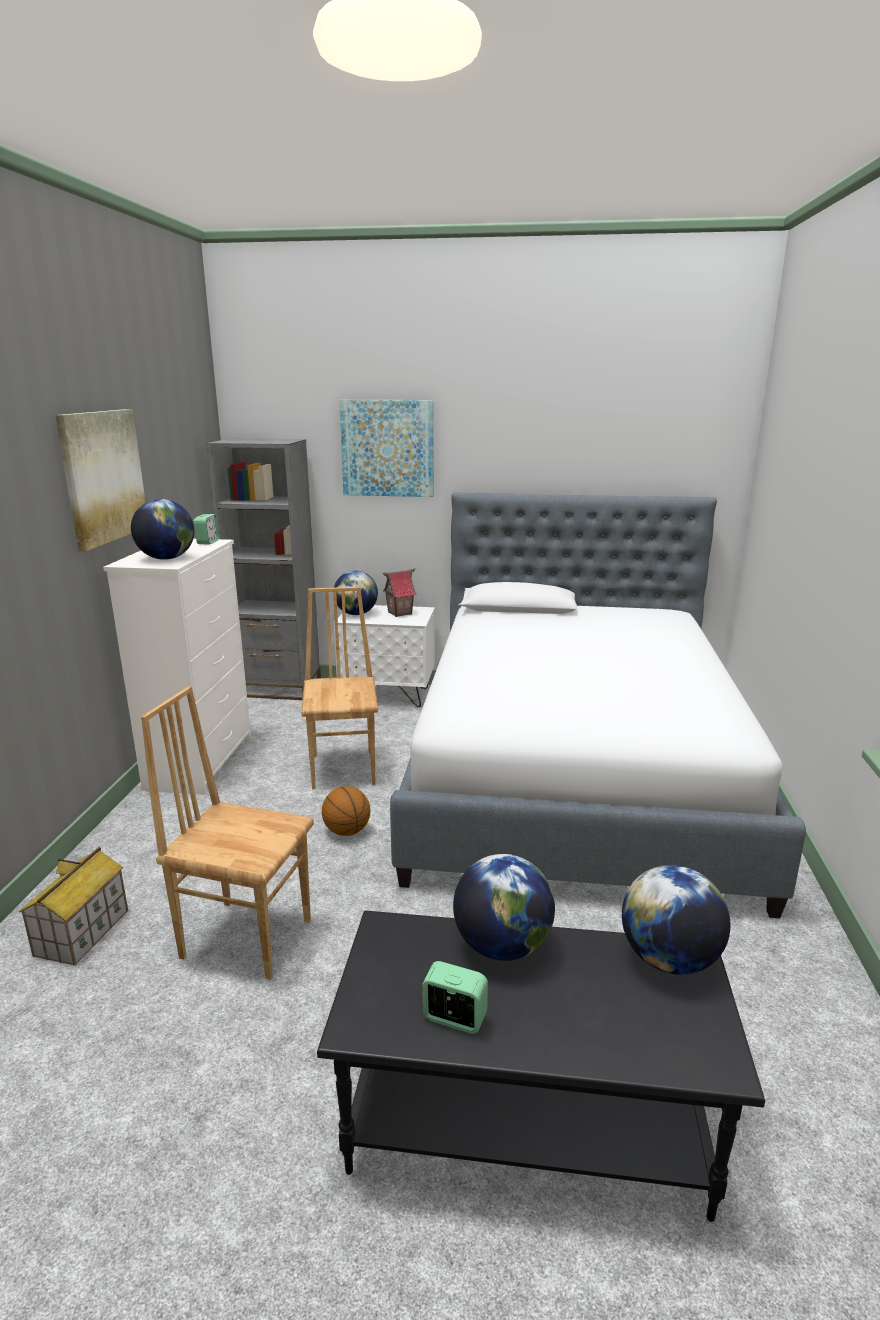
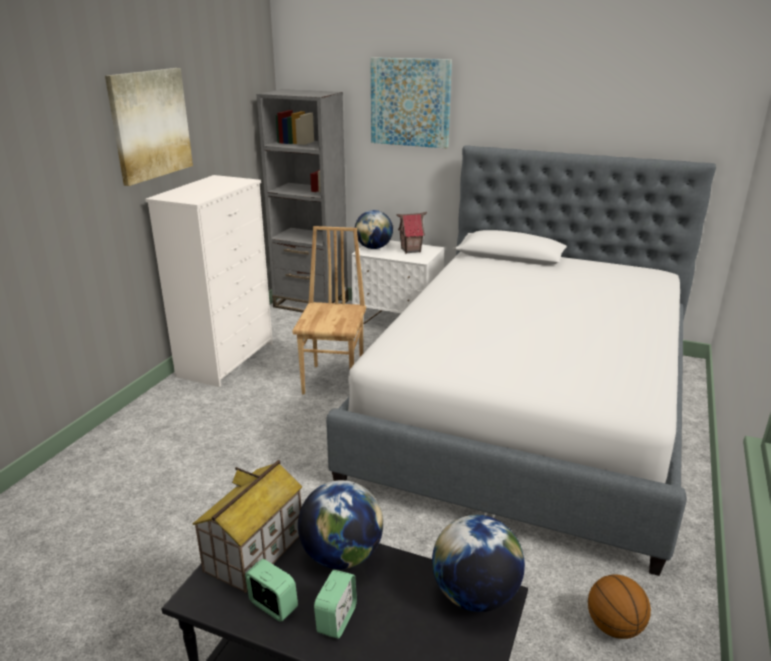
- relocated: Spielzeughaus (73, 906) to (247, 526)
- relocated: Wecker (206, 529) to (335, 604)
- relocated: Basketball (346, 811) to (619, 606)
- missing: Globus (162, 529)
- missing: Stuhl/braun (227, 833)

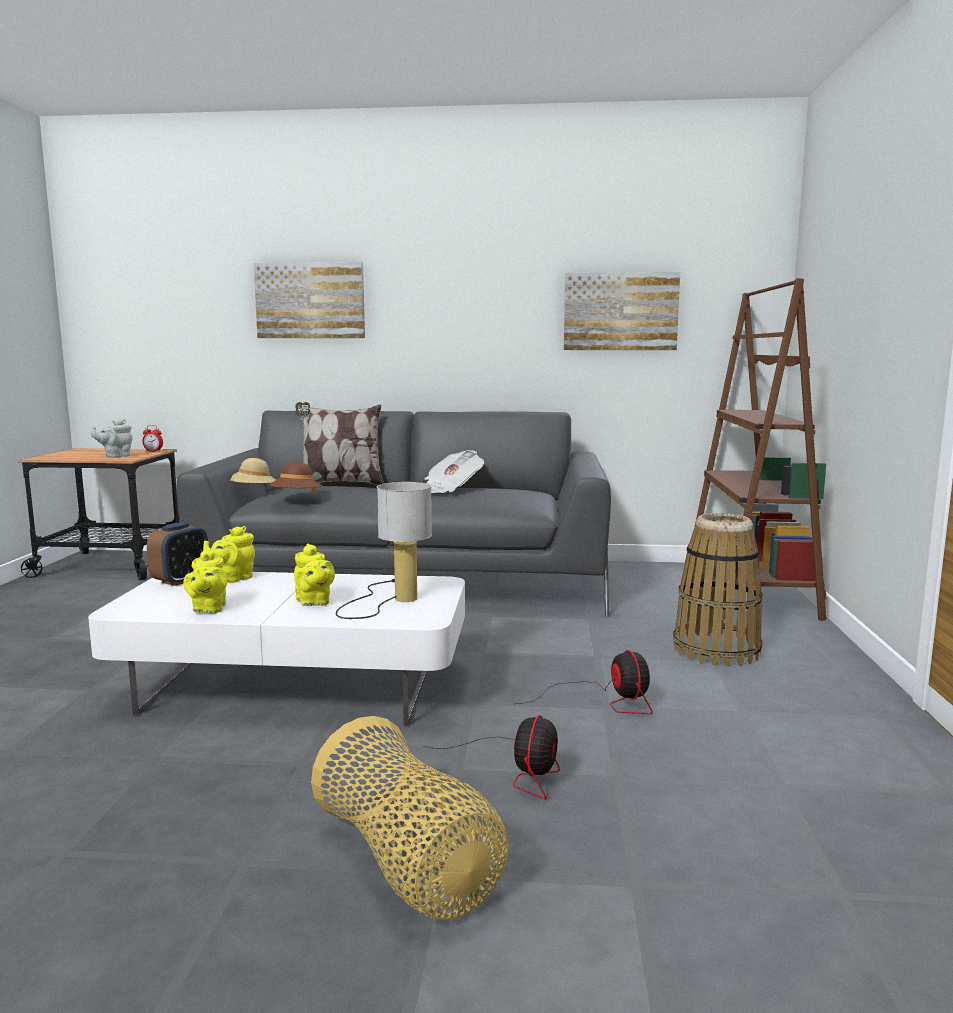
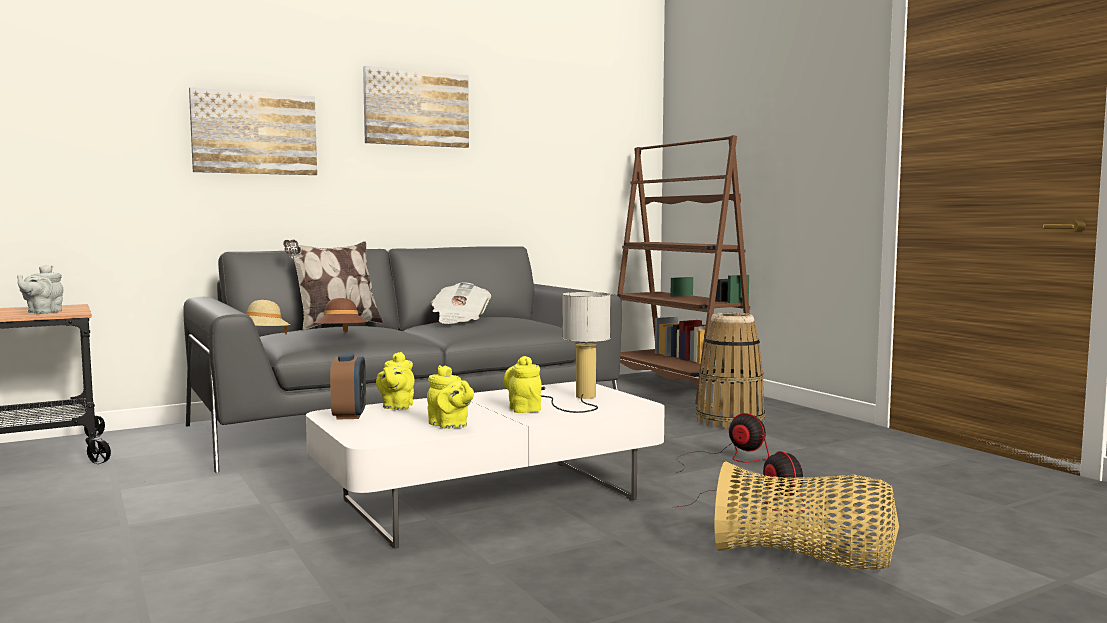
- relocated: Bild (622, 311) to (416, 107)
- spun: Teekanne/gelb (314, 574) = (522, 384) 135 degrees counterclockwise
- missing: Wecker (152, 438)

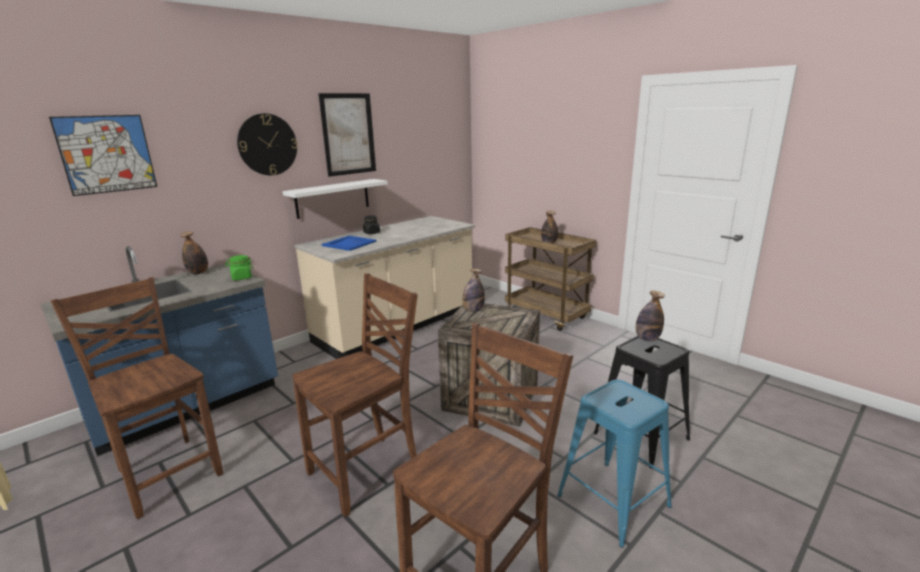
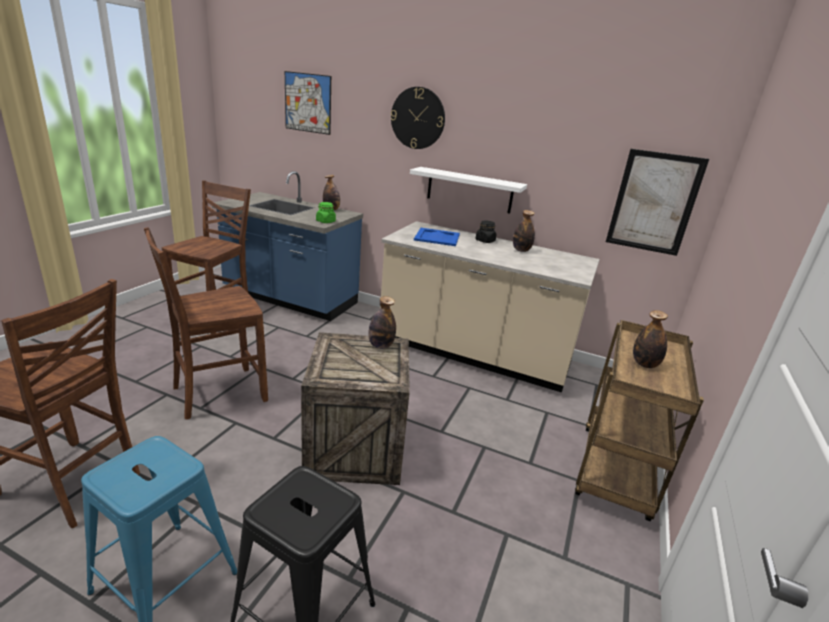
- spun: Stuhl/braun (355, 395) = (206, 323) 120 degrees clockwise
- relocated: Flasche (650, 316) to (524, 231)
- relocated: Bild (347, 135) to (657, 202)

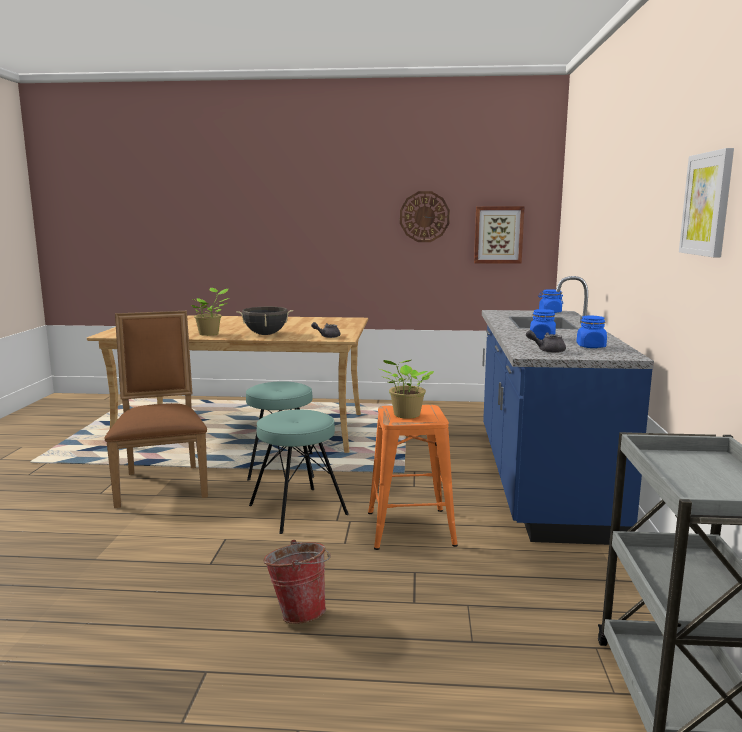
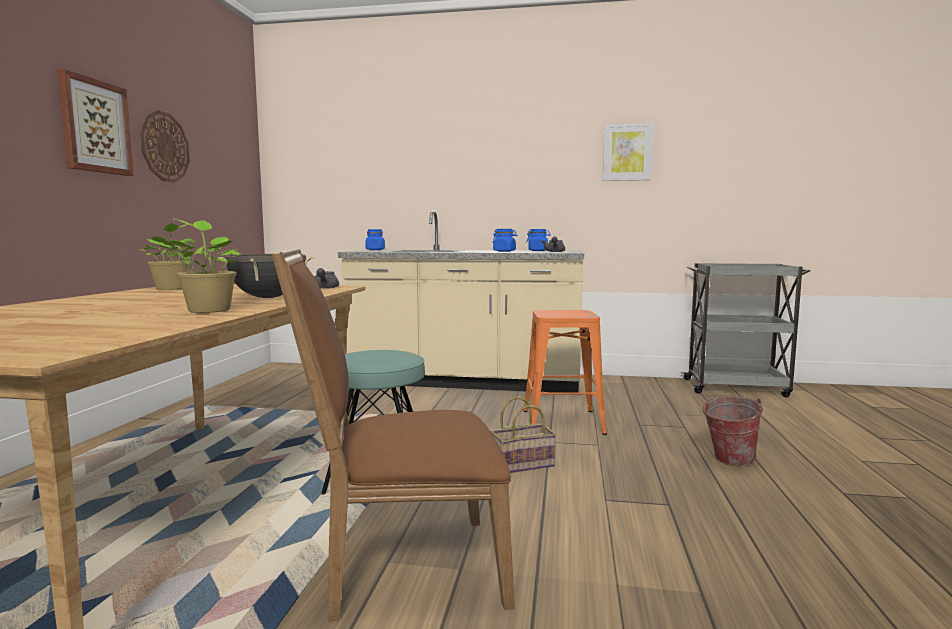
- relocated: Bild (499, 235) to (95, 122)
- relocated: Topfpflanze (407, 389) to (168, 256)
- colour: Küchenzeile/blau (568, 410) to Küchenzeile/beige (461, 301)
- exchanged: Hocker/türkis (299, 472) to Korb (523, 435)

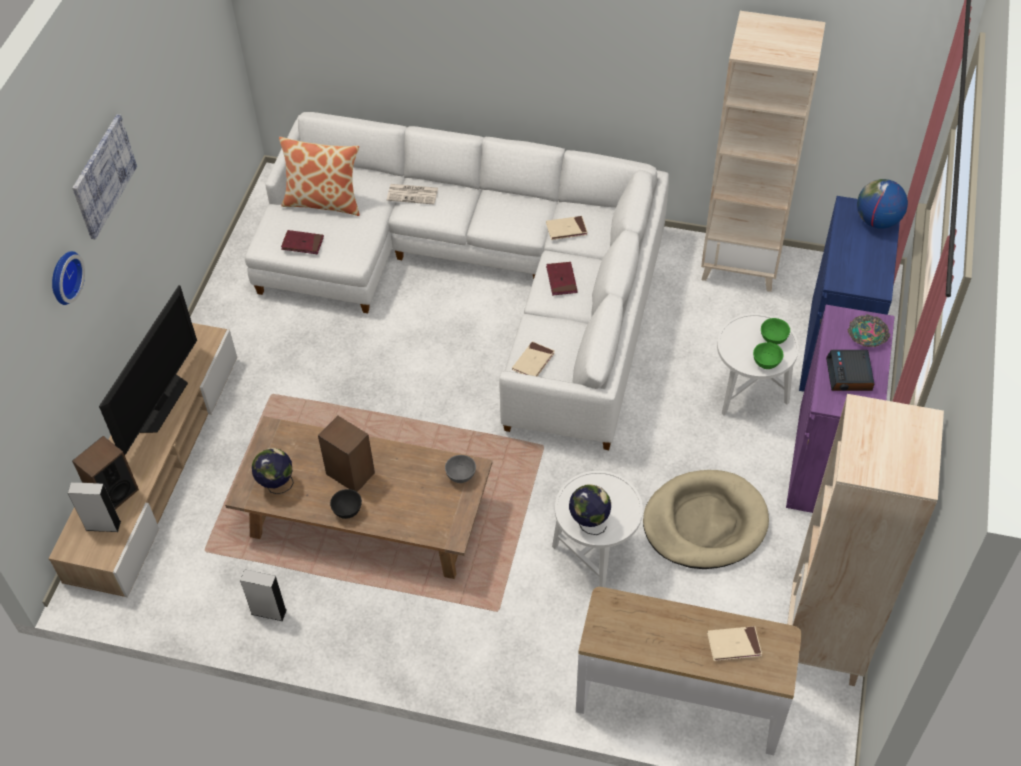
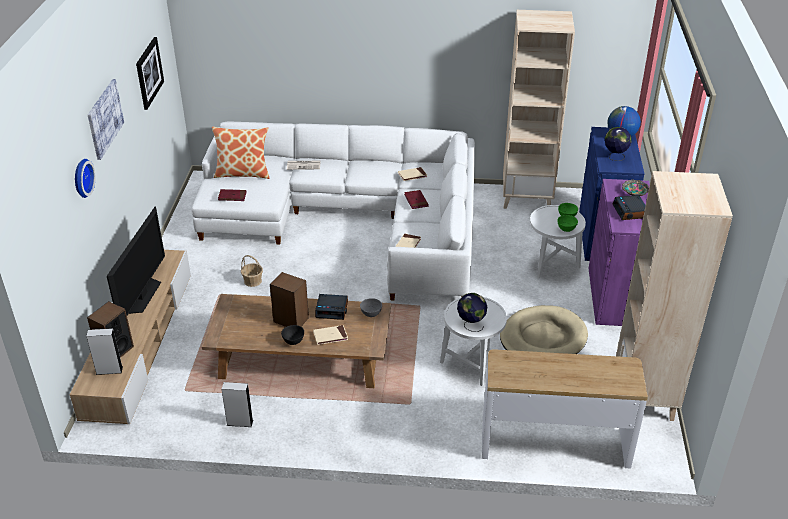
- appeared: Bild (150, 73)
- appeared: Korb (252, 271)
- relocated: Buch/beige (734, 643) to (330, 335)
- appeared: Wecker (331, 307)
- relocated: Globus (273, 471) to (618, 144)

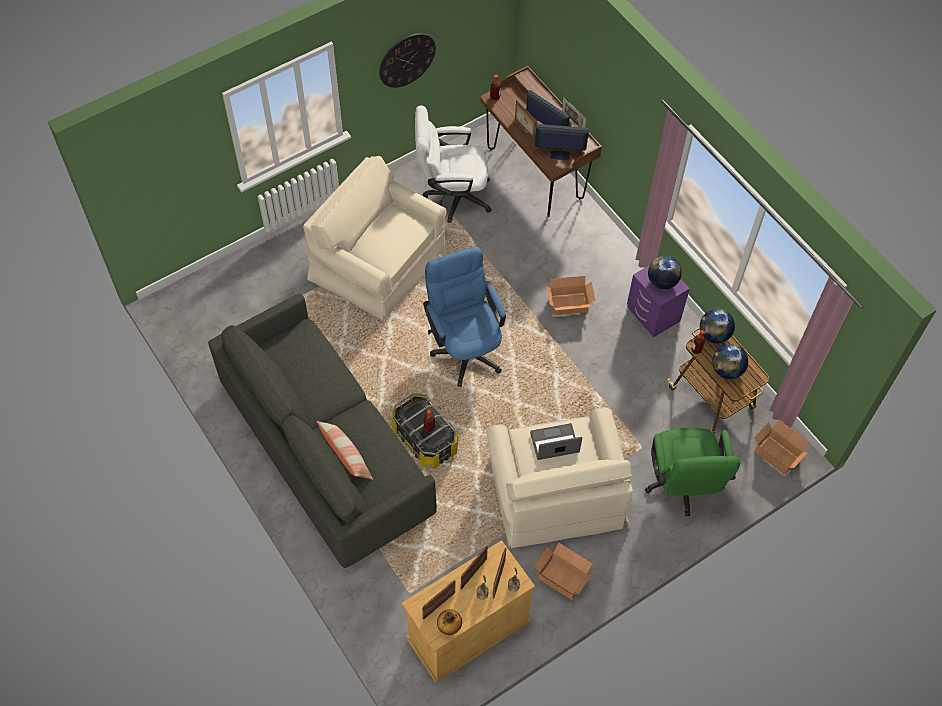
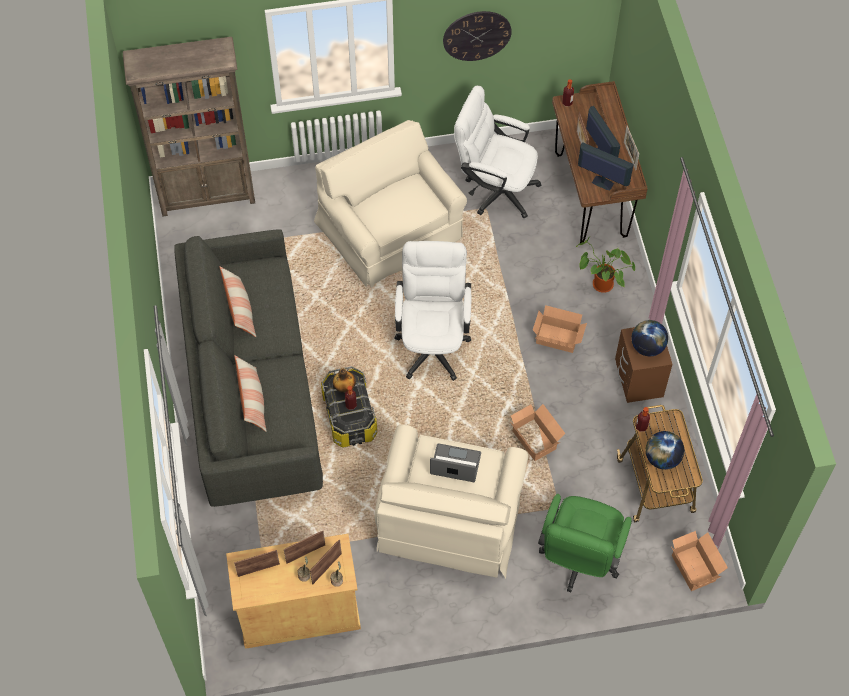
- appeared: Bücherregal/braun (189, 127)
- appeared: Kissen (238, 301)
- relocated: Flasche (449, 622) to (344, 380)
- colour: Bürostuhl/blau (464, 316) to Bürostuhl/weiß (432, 311)
- relocated: Karton (563, 571) to (538, 432)
- appeared: Topfpflanze (605, 265)
- colour: Nachttisch/lila (658, 301) to Nachttisch/braun (644, 365)
- missing: Globus (717, 326)

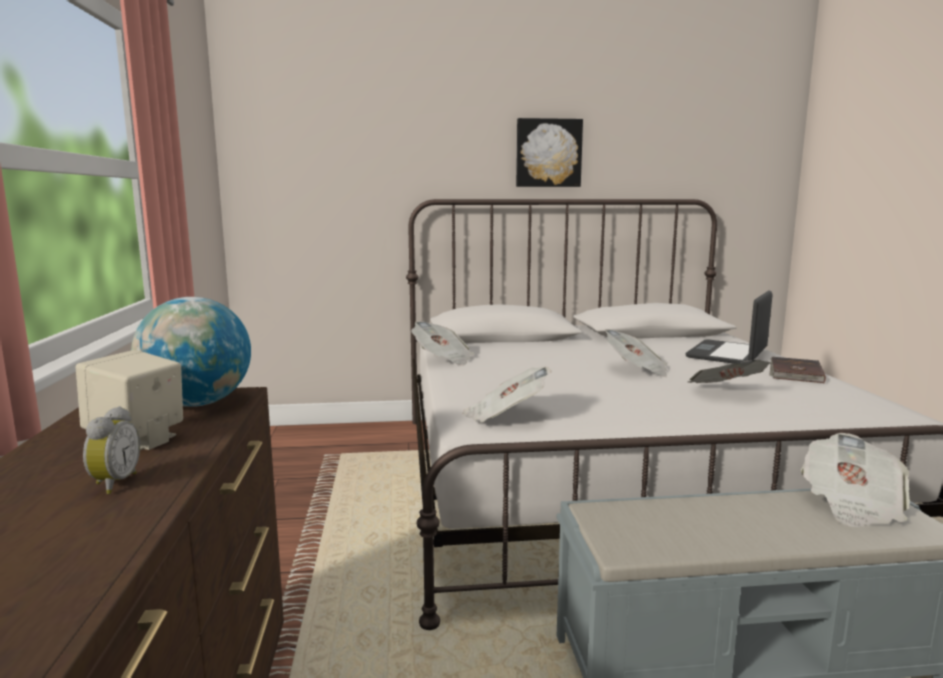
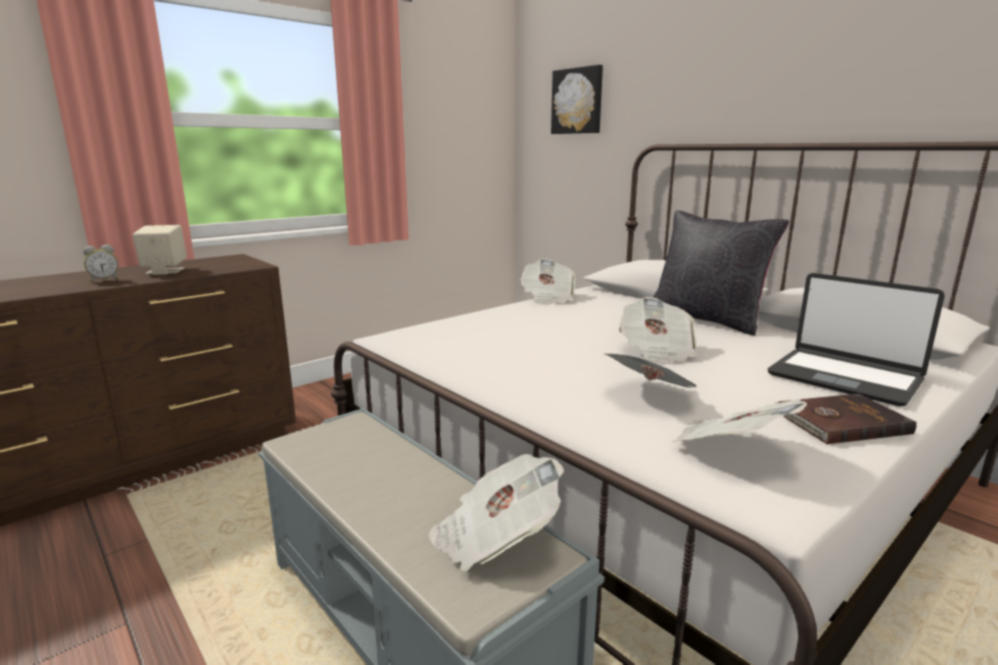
- relocated: Bild (549, 152) to (577, 99)
- appeared: Kissen/schwarz (721, 272)
- relocated: Zeitung (507, 395) to (739, 420)
- spun: Laptop (729, 326) = (856, 340) 135 degrees counterclockwise
- missing: Globus (191, 352)

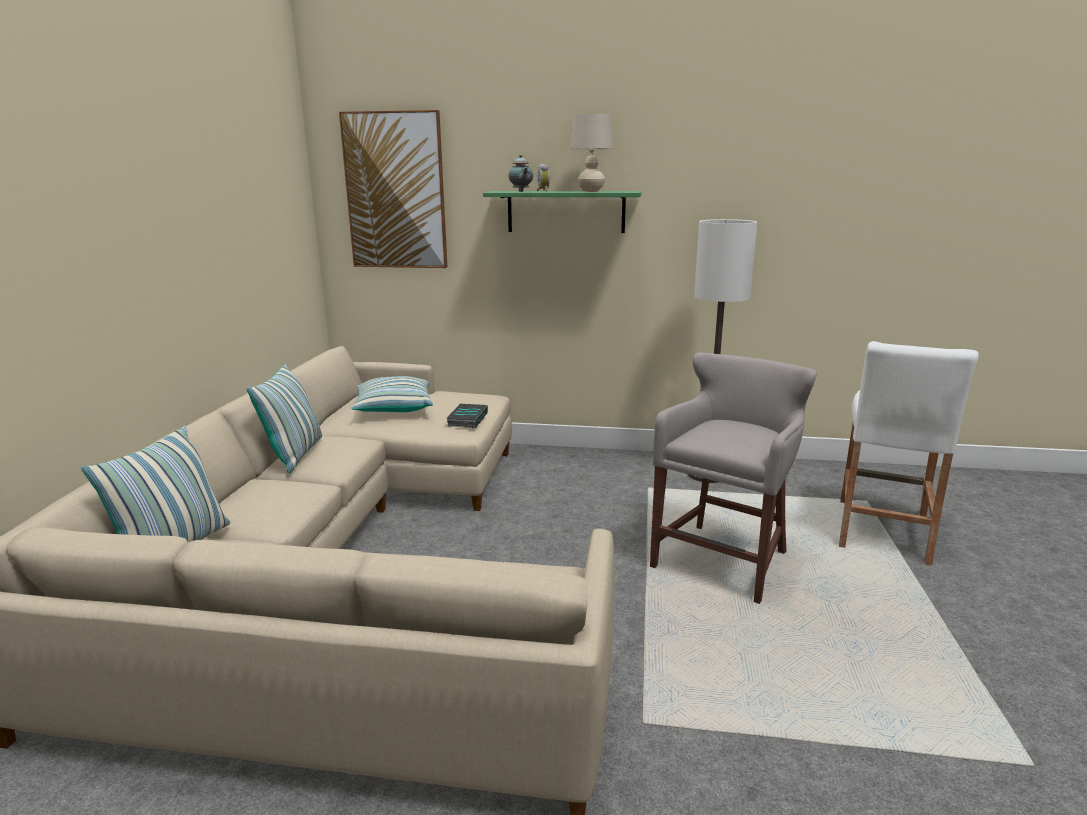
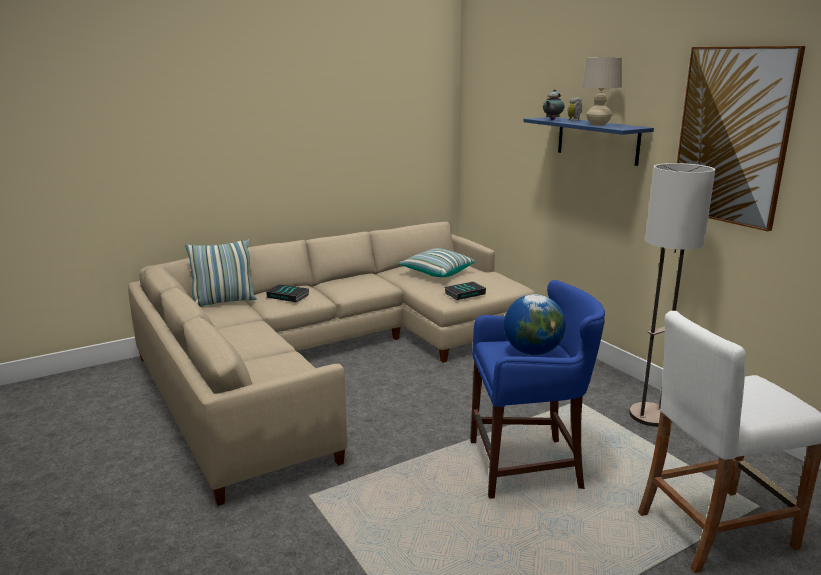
- appeared: Buch (287, 293)
- colour: Hocker/grau (733, 478) to Hocker/blau (537, 389)
- appeared: Globus (535, 324)
- colour: Wandregal/grün (562, 212) to Wandregal/blau (588, 141)
- relocated: Bild (393, 189) to (741, 138)
- missing: Kissen (284, 418)

